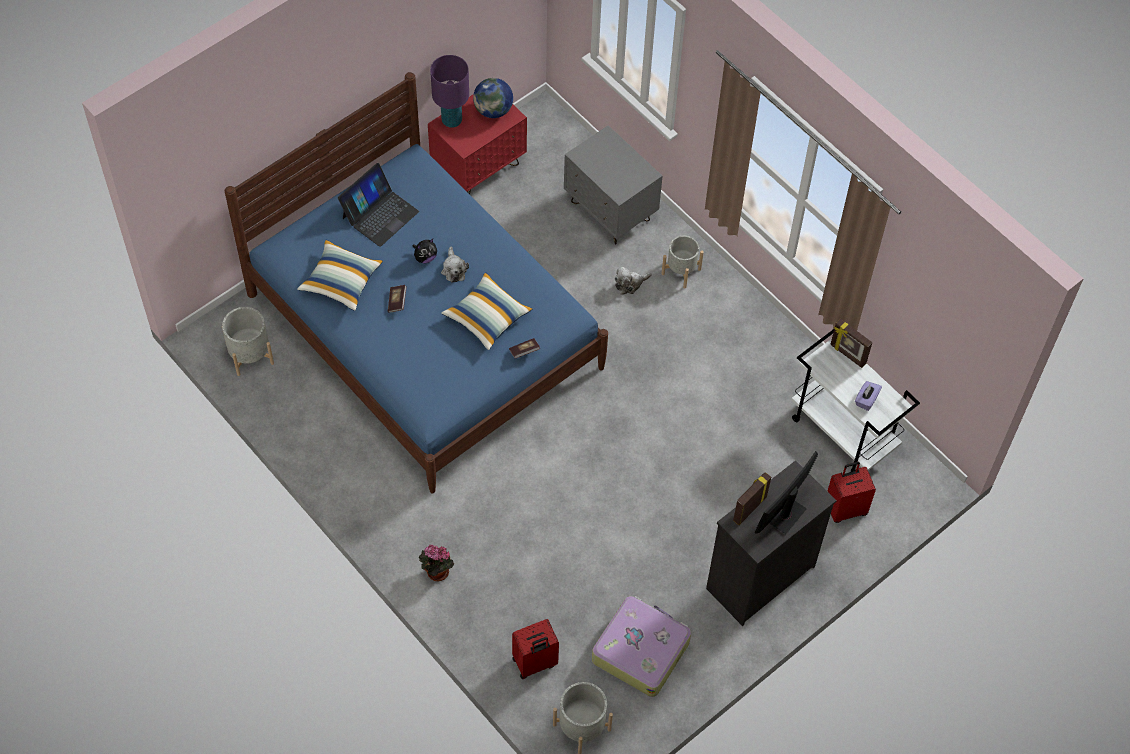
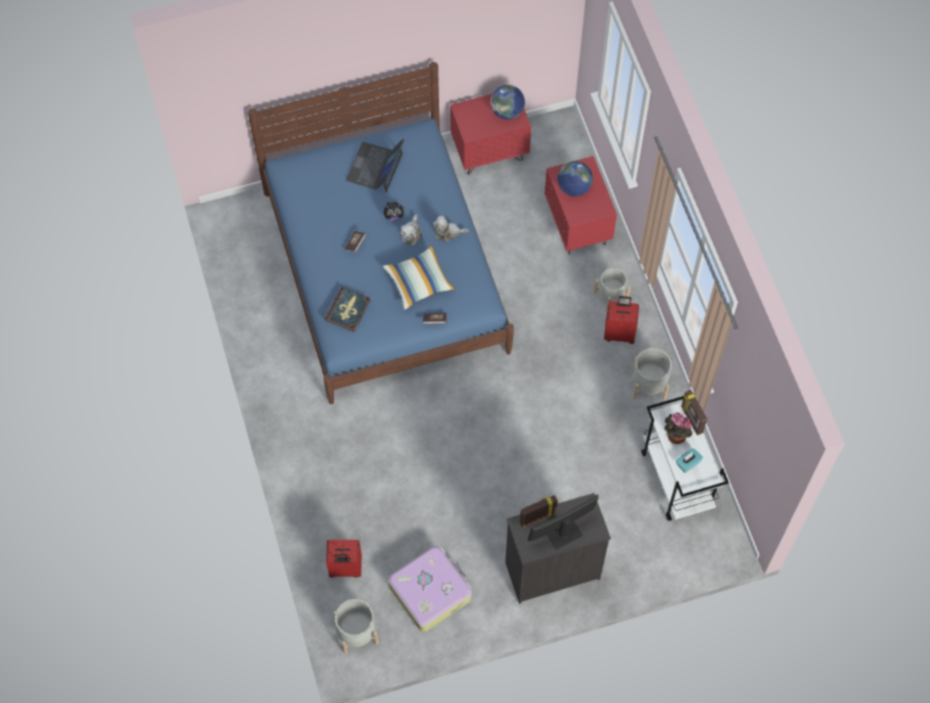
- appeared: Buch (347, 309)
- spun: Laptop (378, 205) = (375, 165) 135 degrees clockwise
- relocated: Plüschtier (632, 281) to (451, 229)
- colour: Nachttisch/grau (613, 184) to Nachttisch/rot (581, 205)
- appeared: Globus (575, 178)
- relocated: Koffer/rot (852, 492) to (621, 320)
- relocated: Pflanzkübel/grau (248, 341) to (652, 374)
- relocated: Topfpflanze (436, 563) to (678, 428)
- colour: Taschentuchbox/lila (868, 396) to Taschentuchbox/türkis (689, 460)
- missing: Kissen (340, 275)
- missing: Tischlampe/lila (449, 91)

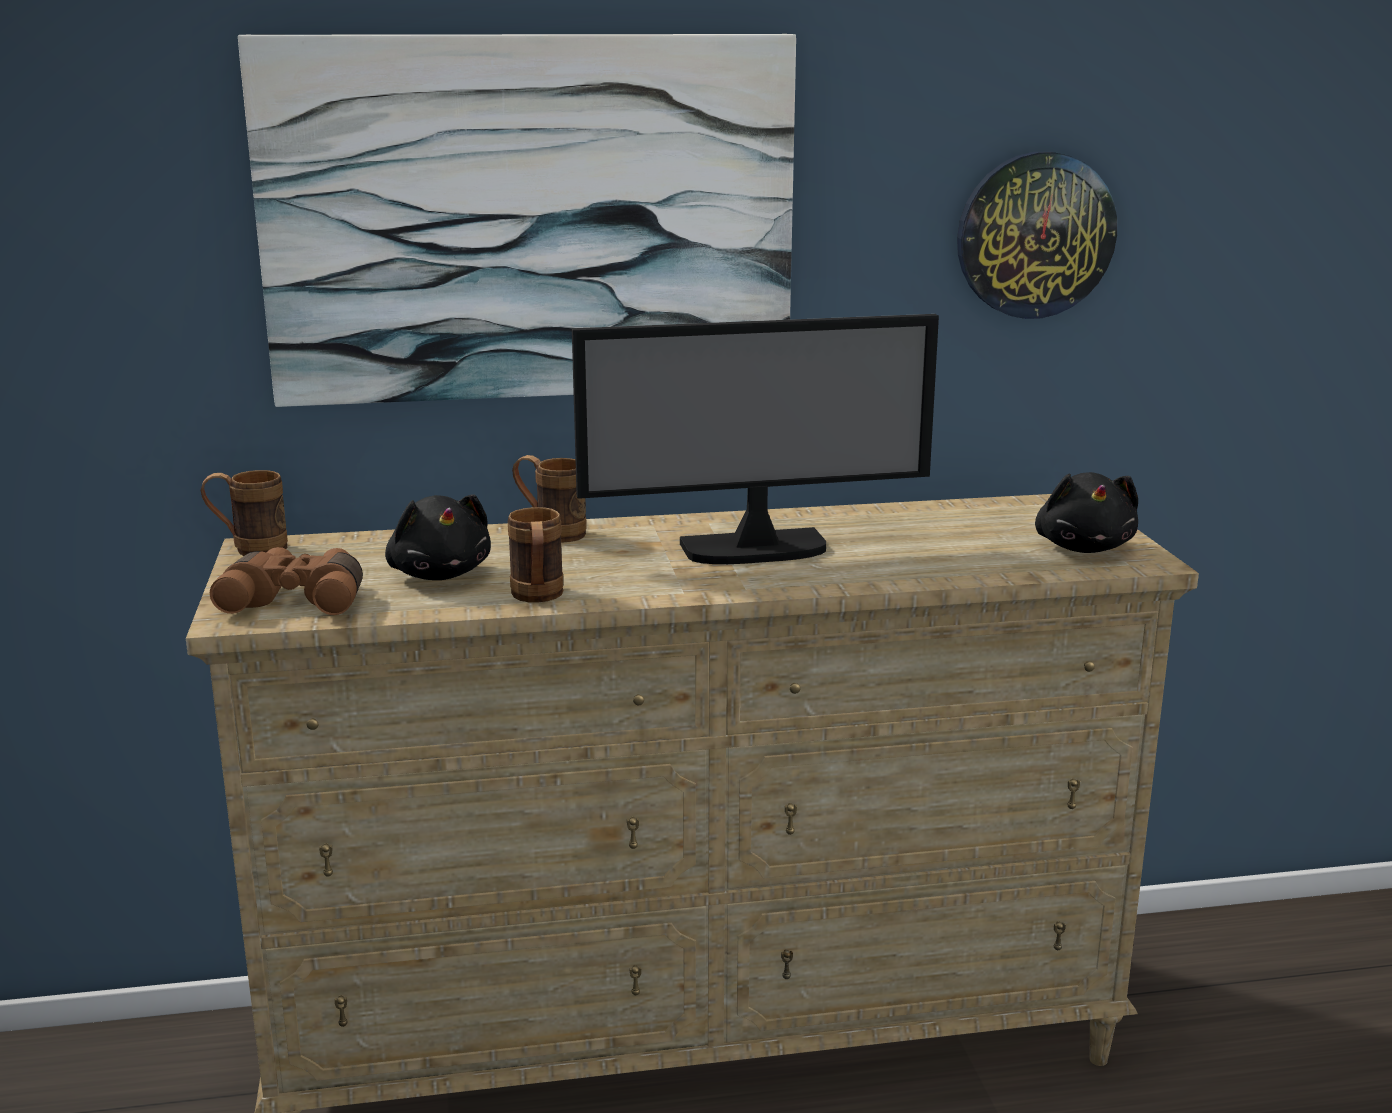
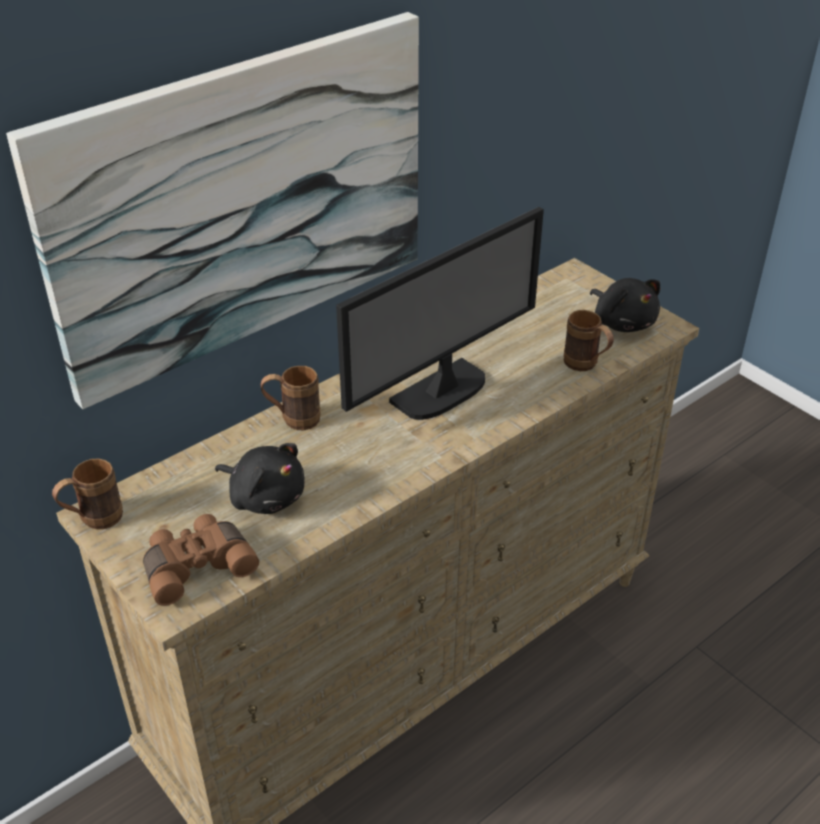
- relocated: Henkelbecher/braun (535, 554) to (589, 340)
- missing: Wanduhr (1037, 235)

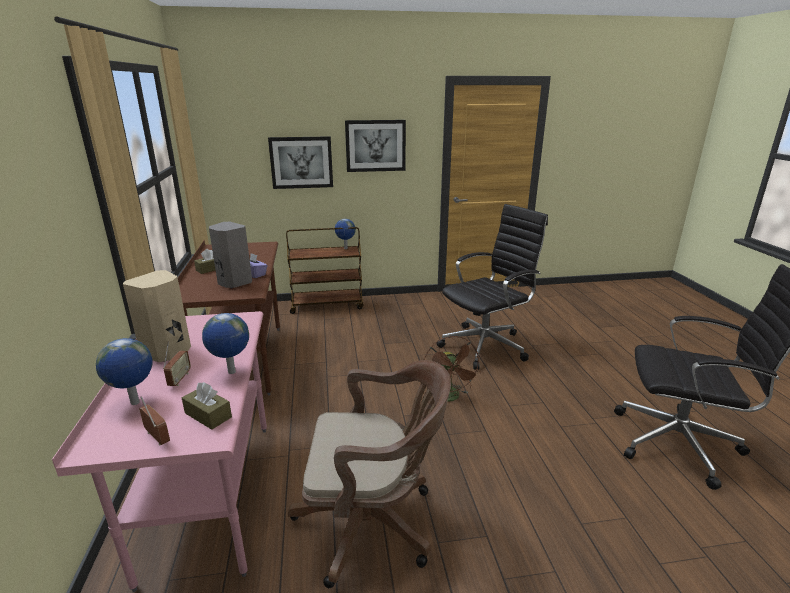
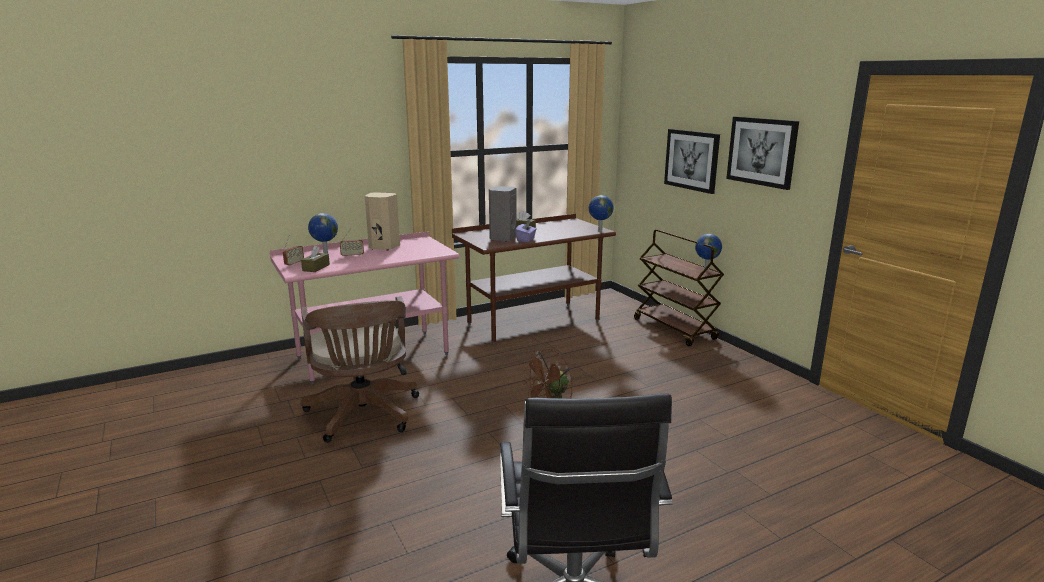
- relocated: Globus (225, 343) to (601, 213)
- missing: Bürostuhl/schwarz (492, 287)

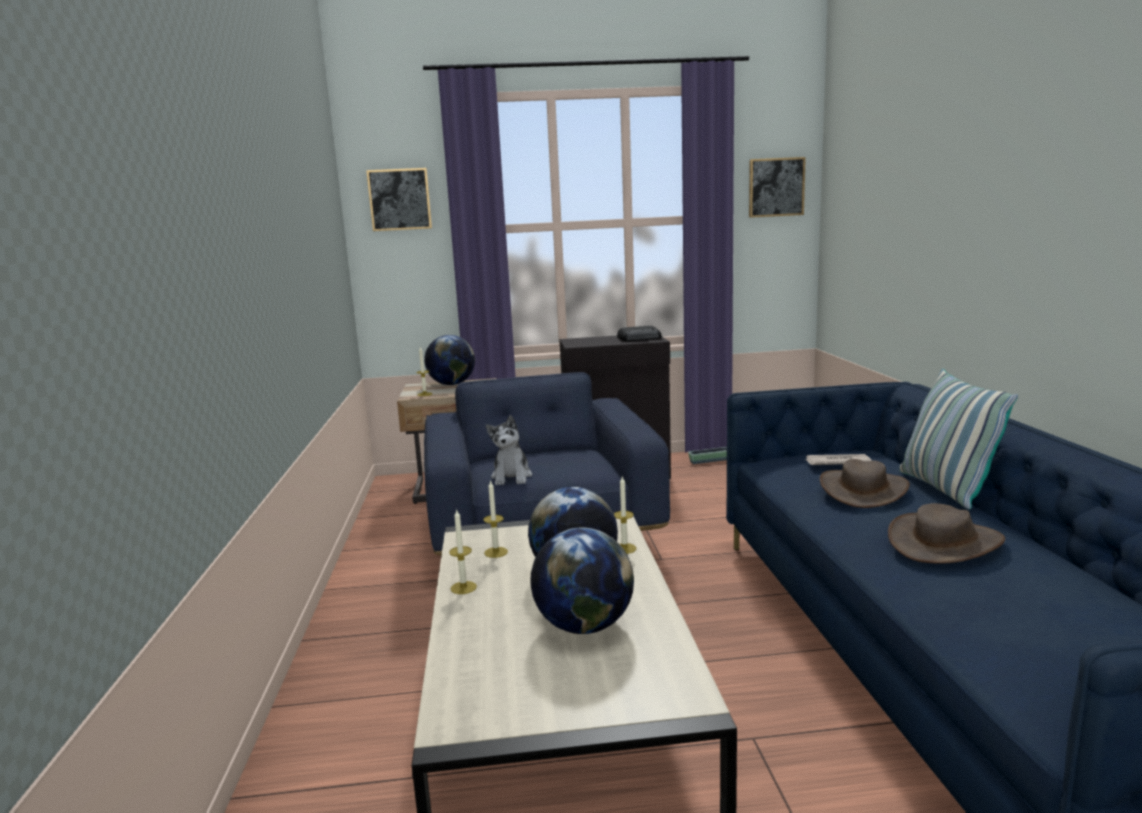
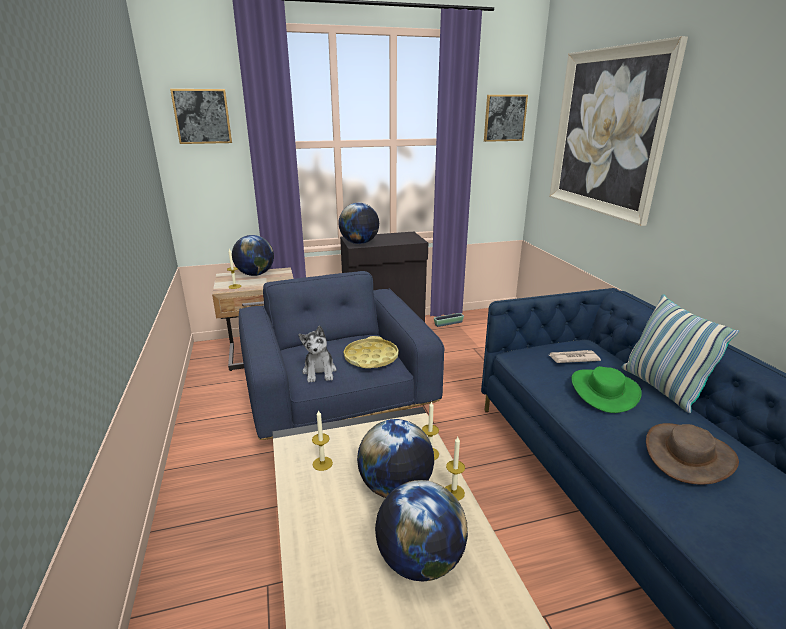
- appeared: Globus (358, 223)
- appeared: Tablett/gelb (371, 352)
- relocated: Kerze (463, 552) to (455, 469)
- appeared: Bild (618, 131)
- colour: Hut/braun (865, 483) to Hut/grün (606, 389)
- missing: Radio (639, 333)

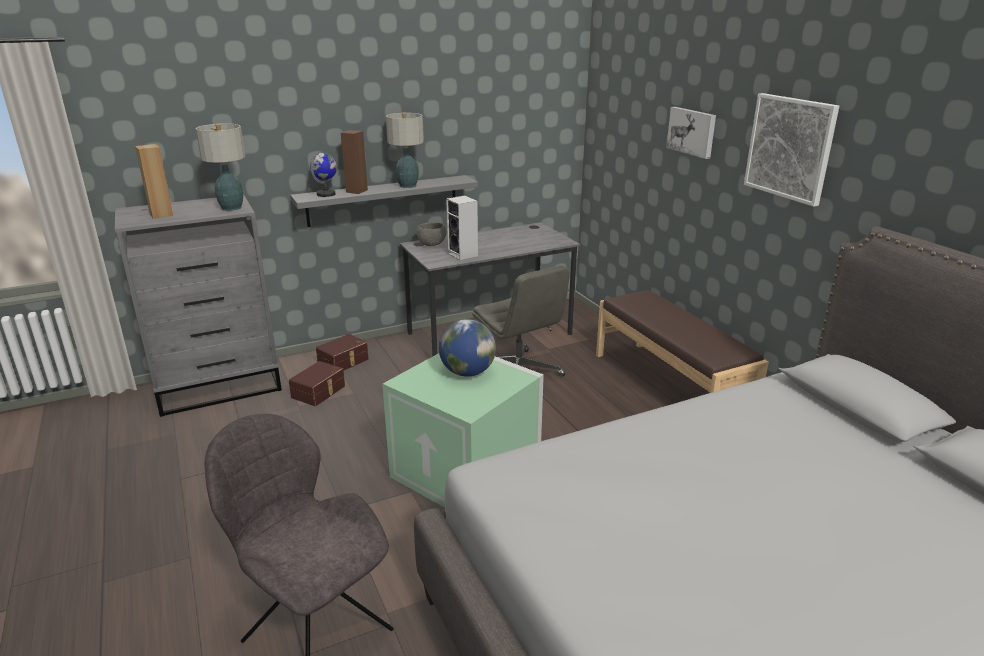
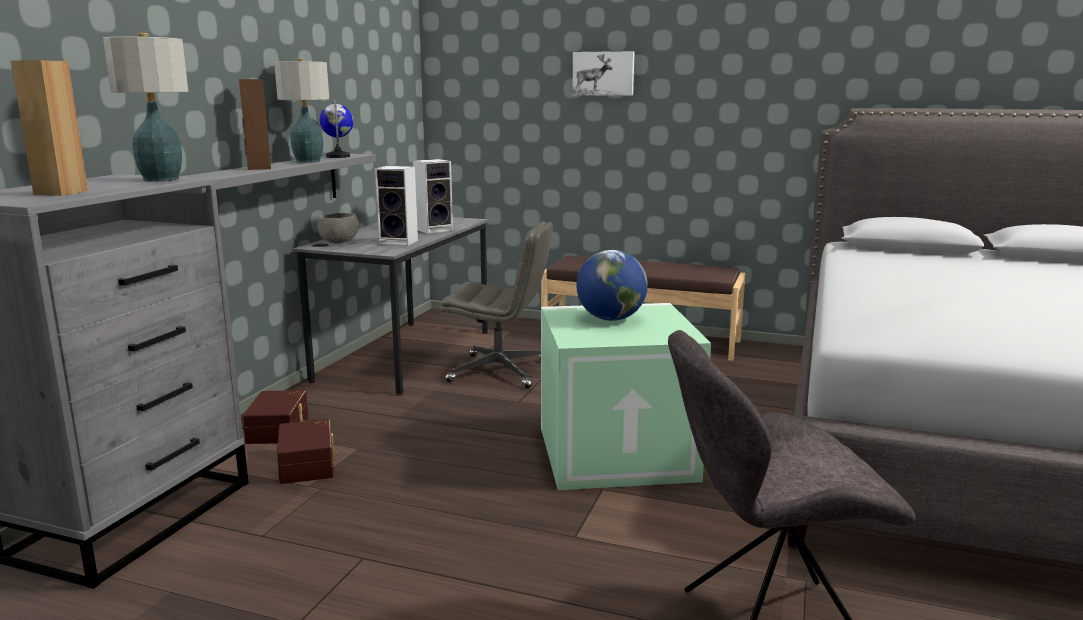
- relocated: Globus (323, 174) to (336, 129)
- appeared: Lautsprecher (433, 196)
- missing: Bild (791, 150)

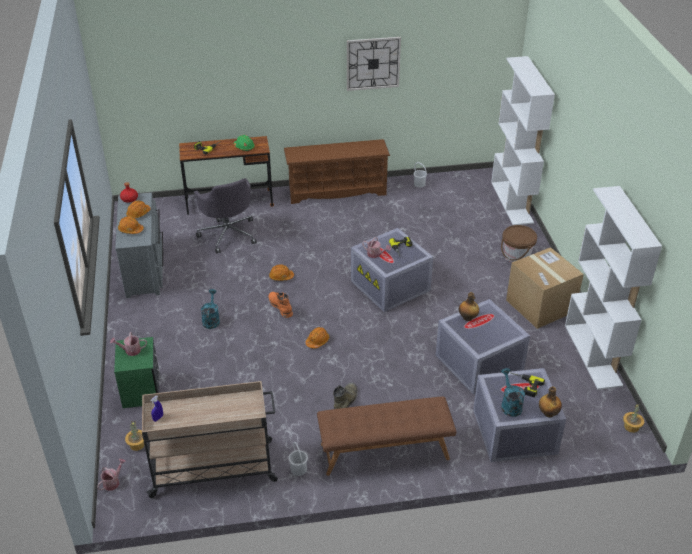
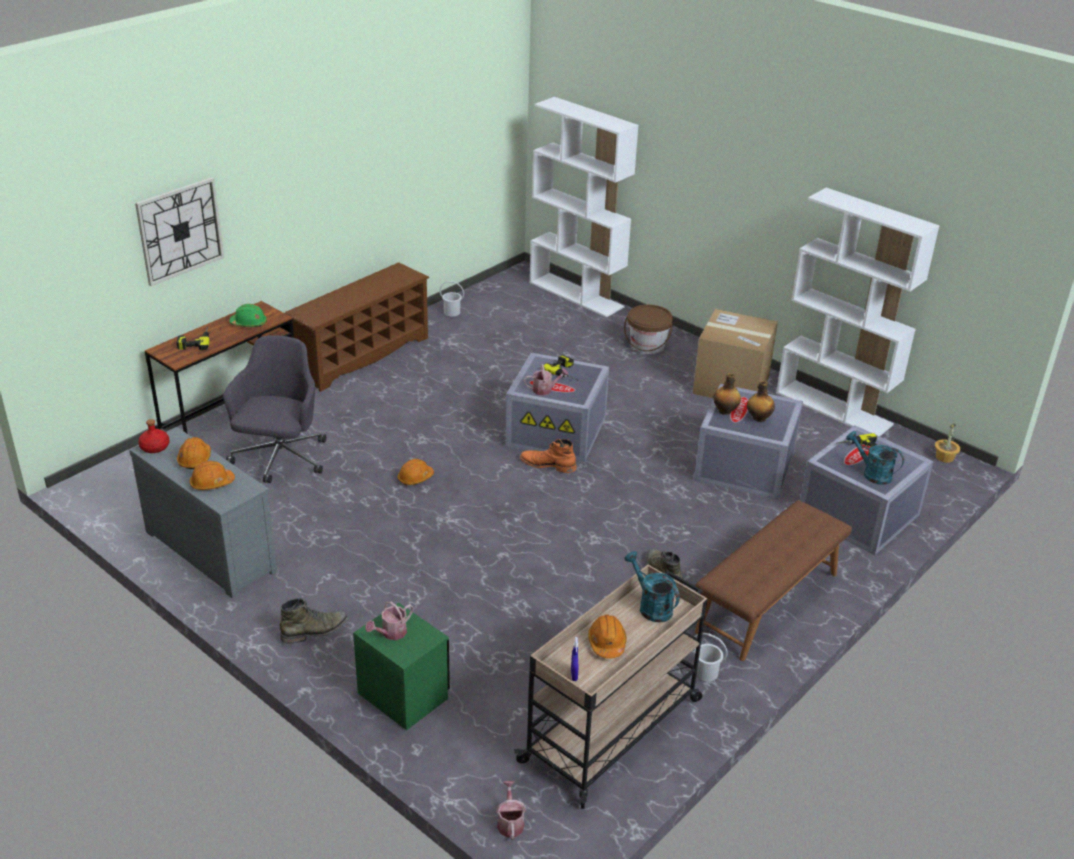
- relocated: Wanduhr (374, 64) to (179, 231)
- spun: Bürostuhl/grau (225, 216) = (274, 409) 105 degrees counterclockwise
- appeared: Stiefel/grün (314, 621)
- relocated: Stiefel/orange (280, 305) to (548, 456)
- relocated: Schutzhelm/orange (317, 338) to (607, 636)
- relocated: Gießkanne/türkis (210, 309) to (652, 587)
- relocated: Flasche (550, 402) to (761, 401)
- missing: Topfpflanze (134, 436)

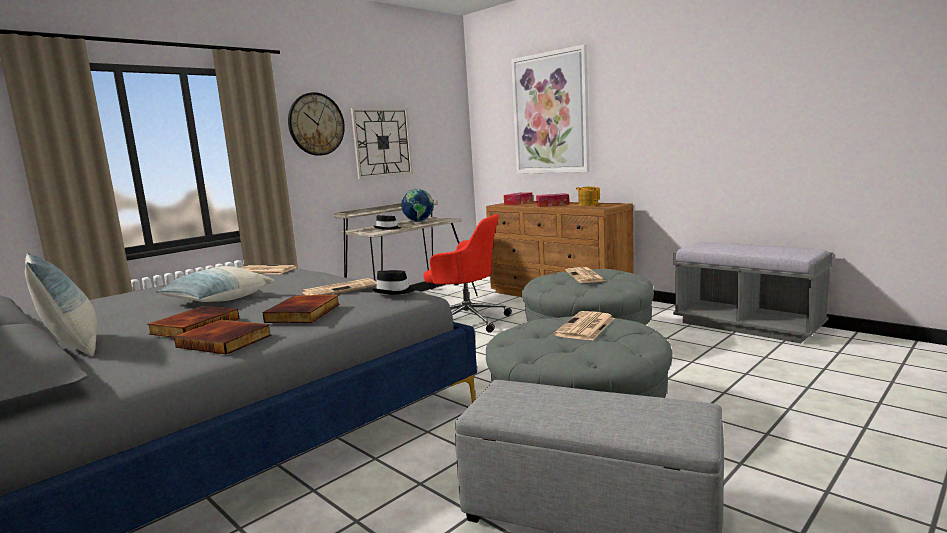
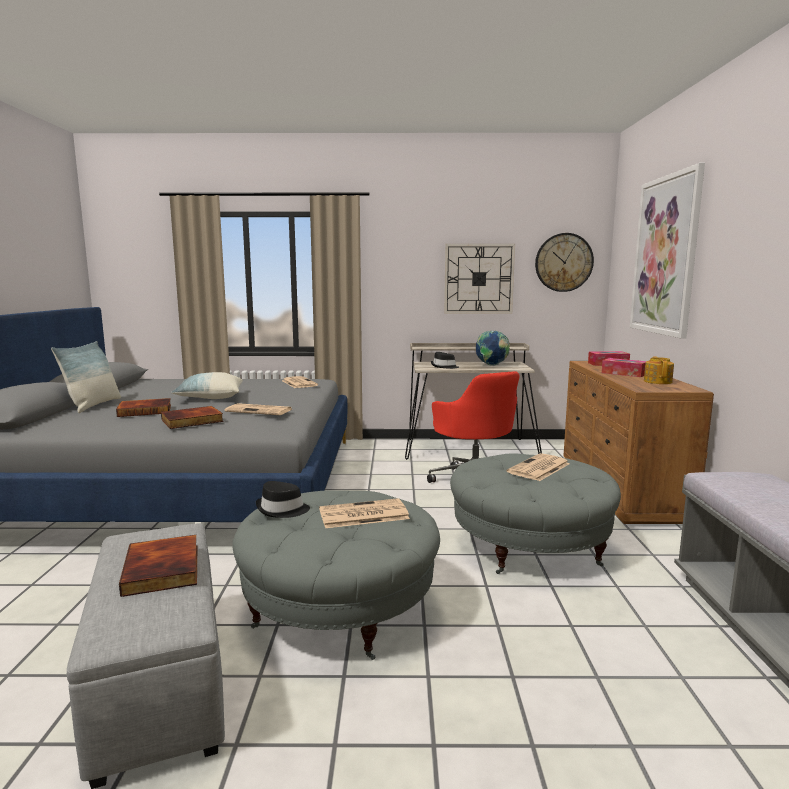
- relocated: Buch (222, 337) to (158, 566)
- relocated: Hut/schwarz (393, 282) to (283, 499)
- relocated: Wanduhr (316, 124) to (564, 262)

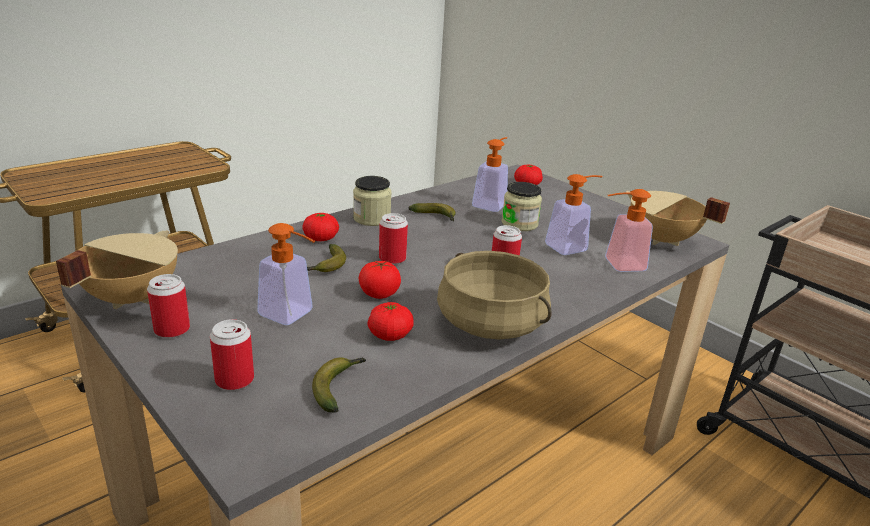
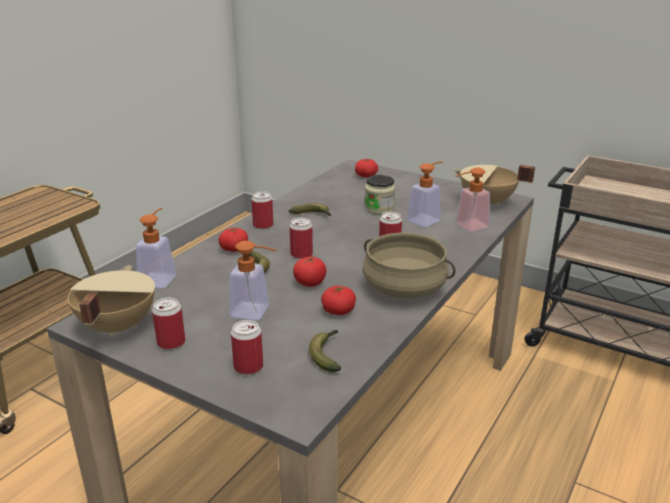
- relocated: Seifenspender (490, 174) to (156, 248)
- exchanged: Vorratsglas (372, 201) to Dose (262, 210)

